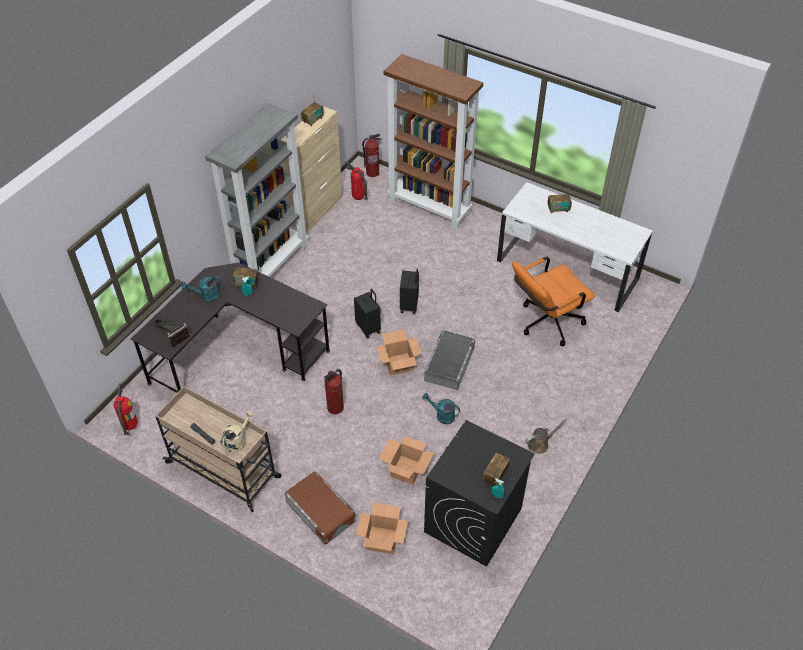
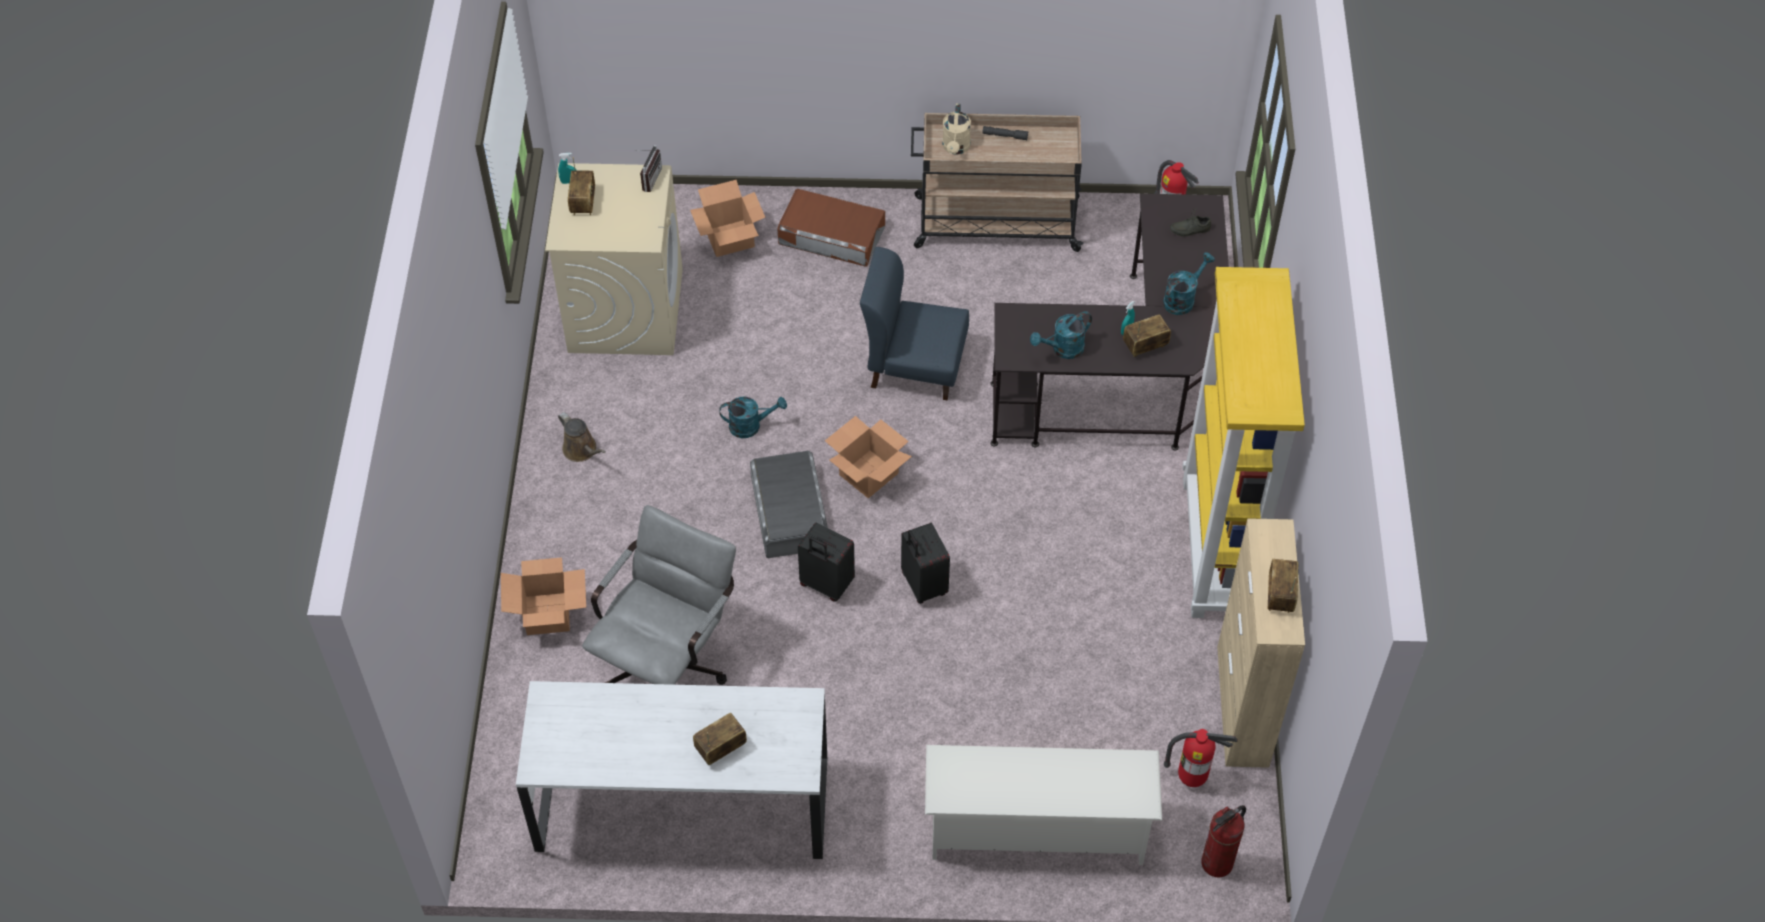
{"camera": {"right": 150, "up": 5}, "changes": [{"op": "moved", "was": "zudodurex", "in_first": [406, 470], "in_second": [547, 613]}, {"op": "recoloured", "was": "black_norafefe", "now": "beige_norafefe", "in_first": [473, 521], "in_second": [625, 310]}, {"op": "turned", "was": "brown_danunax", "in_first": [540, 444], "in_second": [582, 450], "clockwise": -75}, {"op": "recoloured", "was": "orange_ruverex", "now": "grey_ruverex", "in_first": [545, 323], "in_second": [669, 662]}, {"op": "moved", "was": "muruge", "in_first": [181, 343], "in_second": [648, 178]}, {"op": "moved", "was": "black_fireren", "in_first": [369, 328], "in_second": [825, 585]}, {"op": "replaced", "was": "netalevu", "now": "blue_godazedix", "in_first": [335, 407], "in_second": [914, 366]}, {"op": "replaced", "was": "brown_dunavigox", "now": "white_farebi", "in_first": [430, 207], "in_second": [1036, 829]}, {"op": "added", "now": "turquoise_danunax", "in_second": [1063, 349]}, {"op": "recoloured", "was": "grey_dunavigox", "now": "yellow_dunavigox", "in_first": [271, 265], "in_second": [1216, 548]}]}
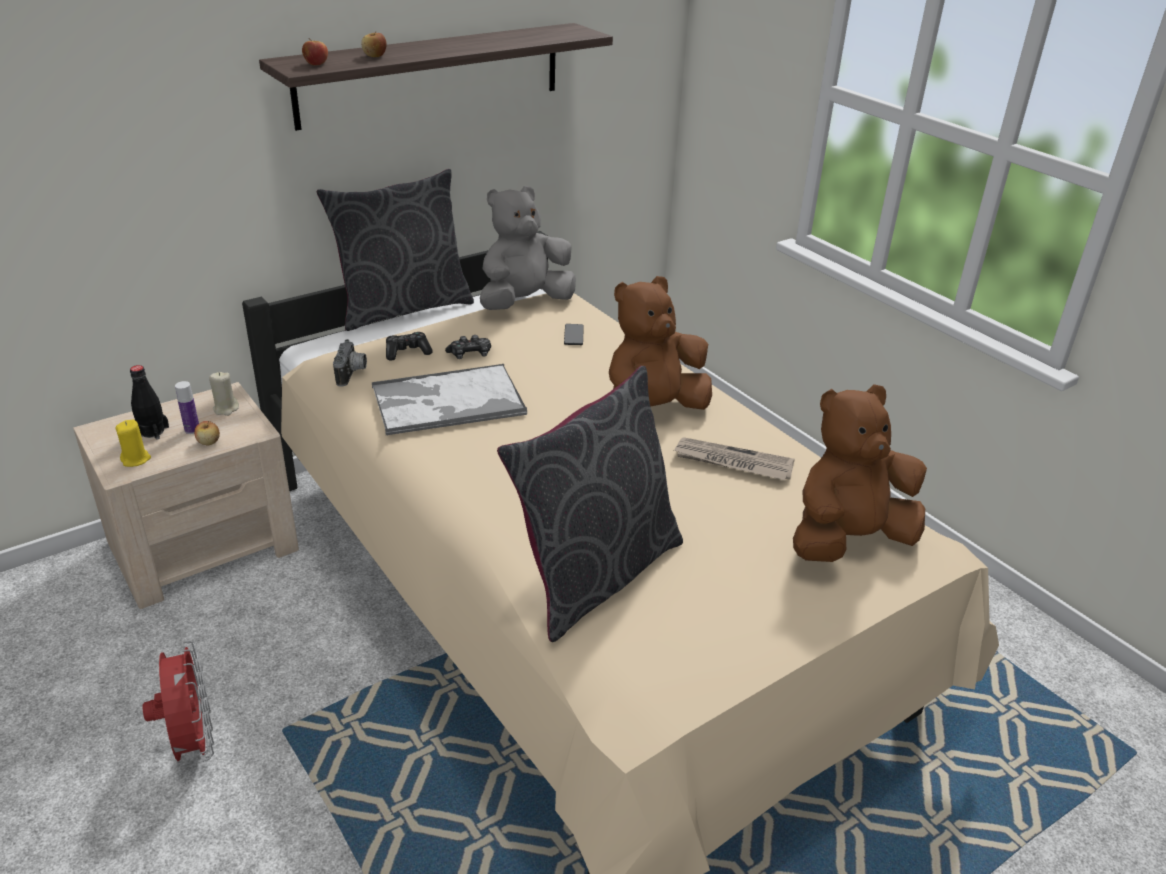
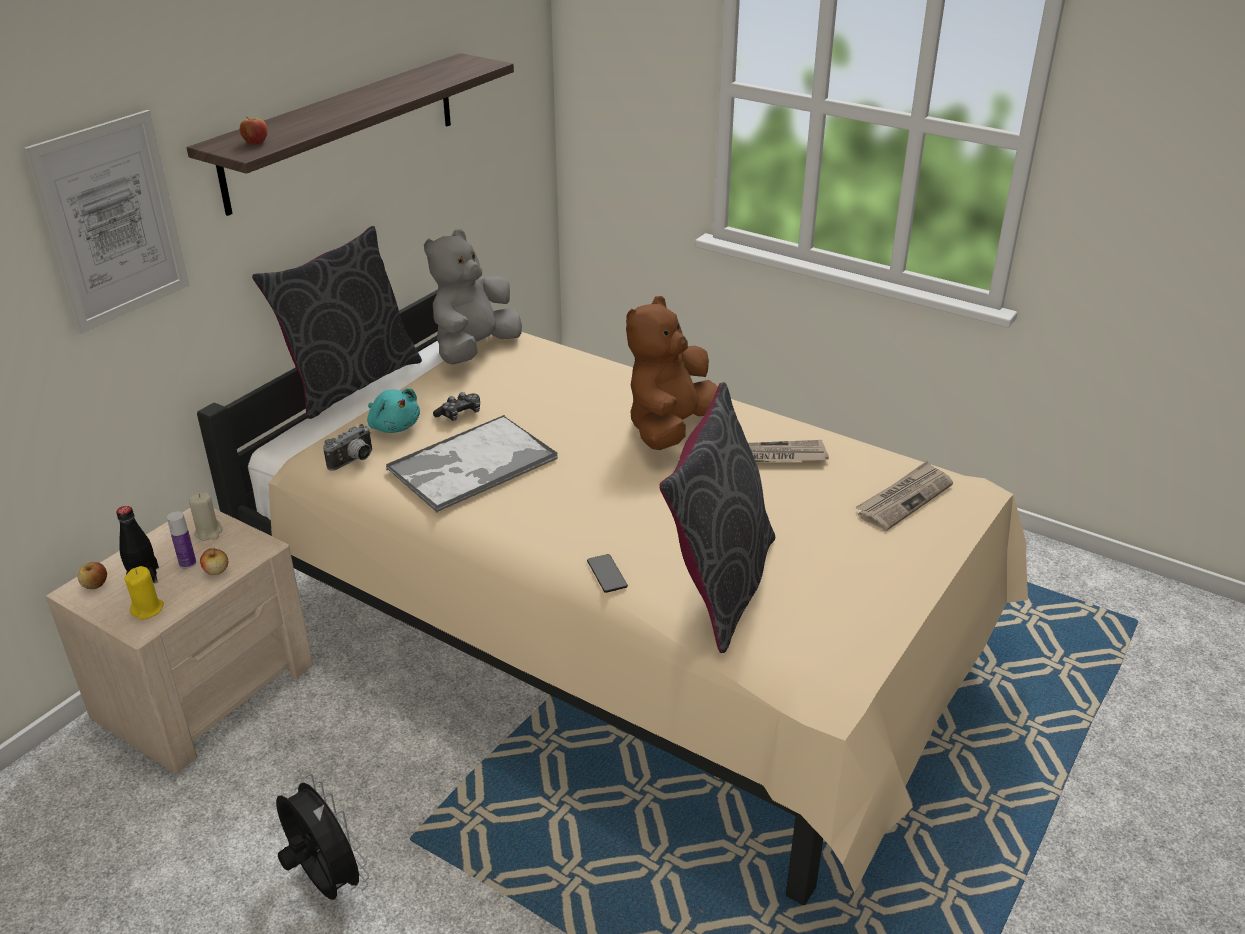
{"camera": {"right": -20, "up": 0}, "changes": [{"op": "added", "now": "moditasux", "in_second": [112, 222]}, {"op": "moved", "was": "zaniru", "in_first": [375, 56], "in_second": [95, 585]}, {"op": "recoloured", "was": "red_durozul", "now": "black_durozul", "in_first": [193, 743], "in_second": [325, 881]}, {"op": "turned", "was": "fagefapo", "in_first": [352, 374], "in_second": [354, 461], "clockwise": 60}, {"op": "replaced", "was": "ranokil", "now": "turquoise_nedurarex", "in_first": [407, 352], "in_second": [394, 426]}, {"op": "moved", "was": "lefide", "in_first": [573, 335], "in_second": [607, 574]}, {"op": "replaced", "was": "brown_nedurarex", "now": "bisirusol", "in_first": [847, 540], "in_second": [904, 498]}]}
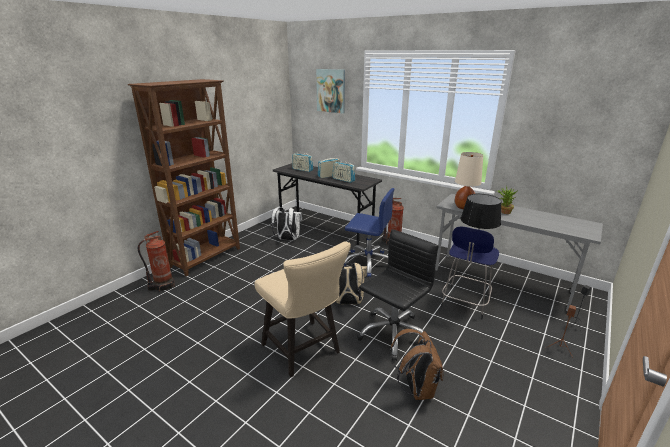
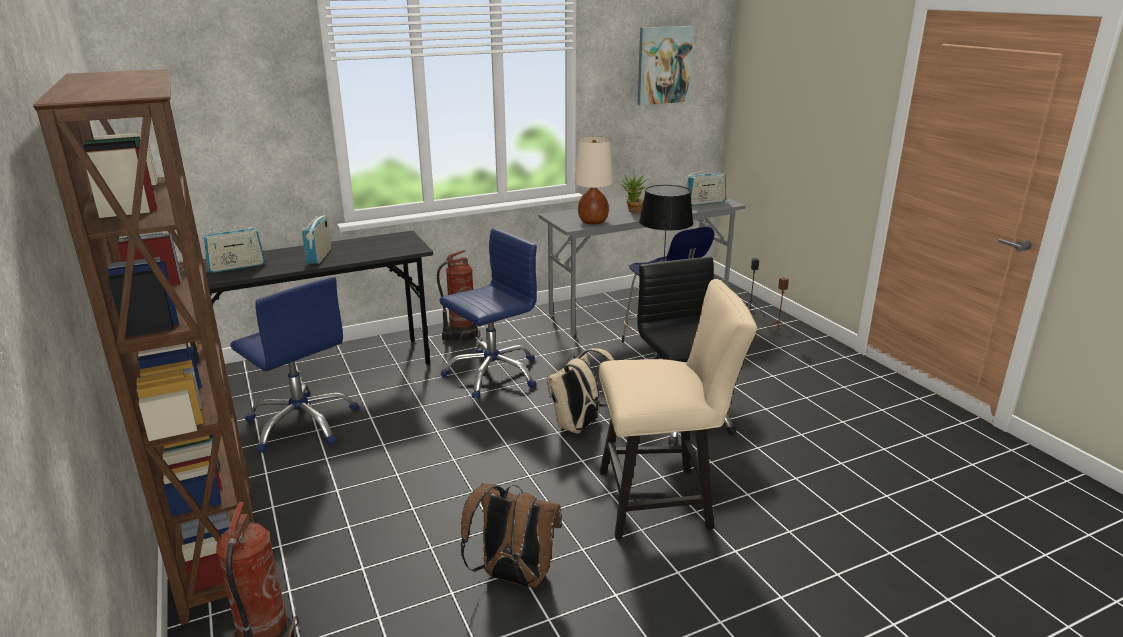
{"camera": {"right": -60, "up": 0}, "changes": [{"op": "replaced", "was": "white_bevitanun", "now": "blue_ruverex", "in_first": [287, 239], "in_second": [302, 423]}, {"op": "moved", "was": "brown_bevitanun", "in_first": [416, 388], "in_second": [513, 577]}, {"op": "moved", "was": "moditasux", "in_first": [331, 91], "in_second": [664, 65]}, {"op": "moved", "was": "muruge", "in_first": [343, 180], "in_second": [704, 202]}]}
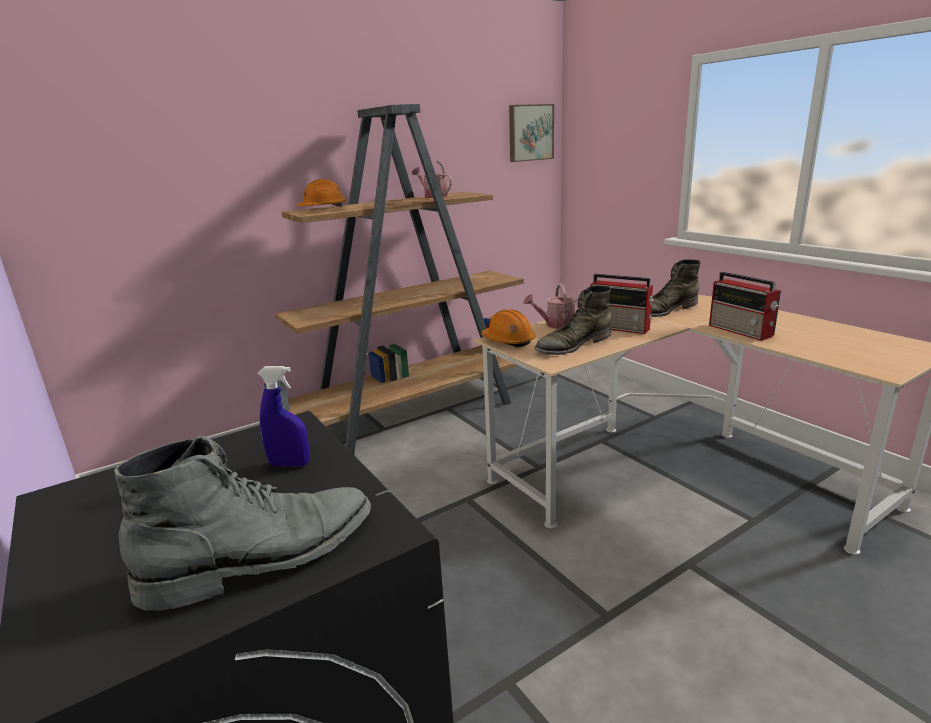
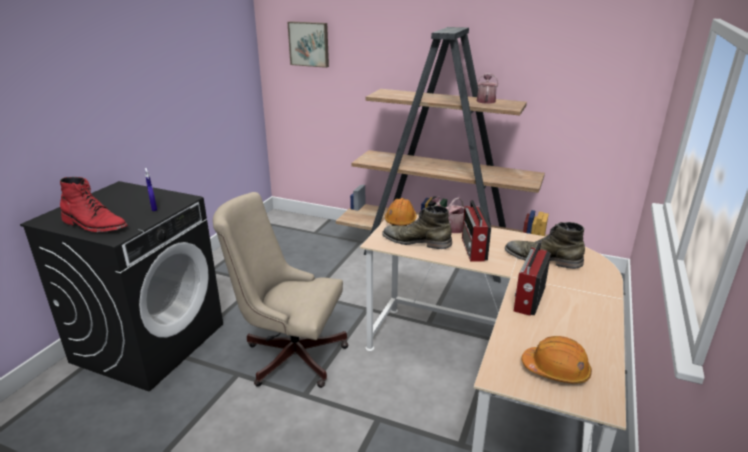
{"camera": {"right": 55, "up": 5}, "changes": [{"op": "recoloured", "was": "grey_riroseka", "now": "red_riroseka", "in_first": [265, 557], "in_second": [94, 225]}, {"op": "added", "now": "beige_ruverex", "in_second": [289, 354]}, {"op": "moved", "was": "moditasux", "in_first": [530, 133], "in_second": [309, 44]}, {"op": "moved", "was": "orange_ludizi", "in_first": [323, 208], "in_second": [556, 370]}]}
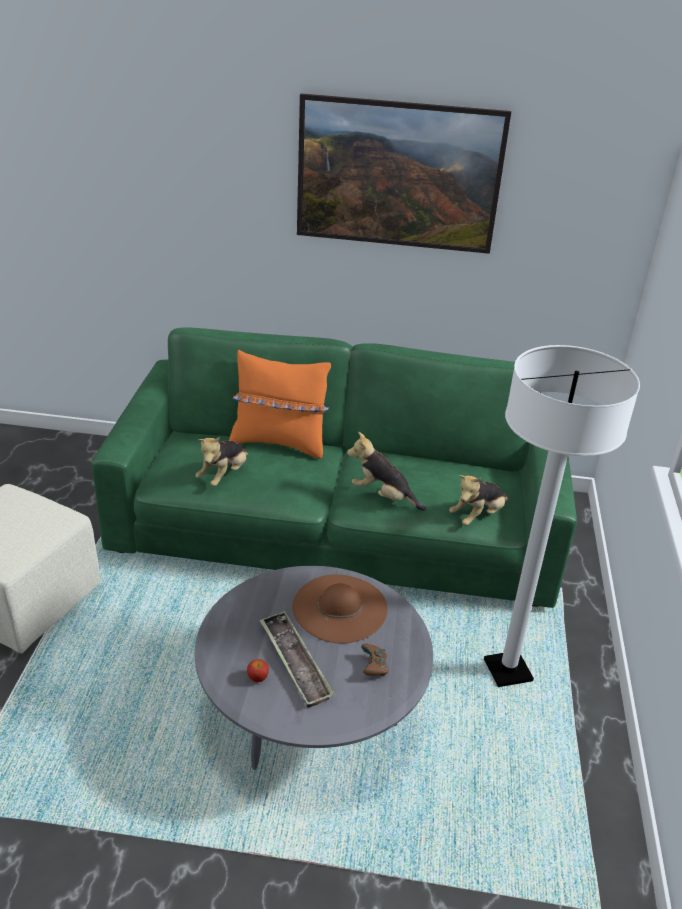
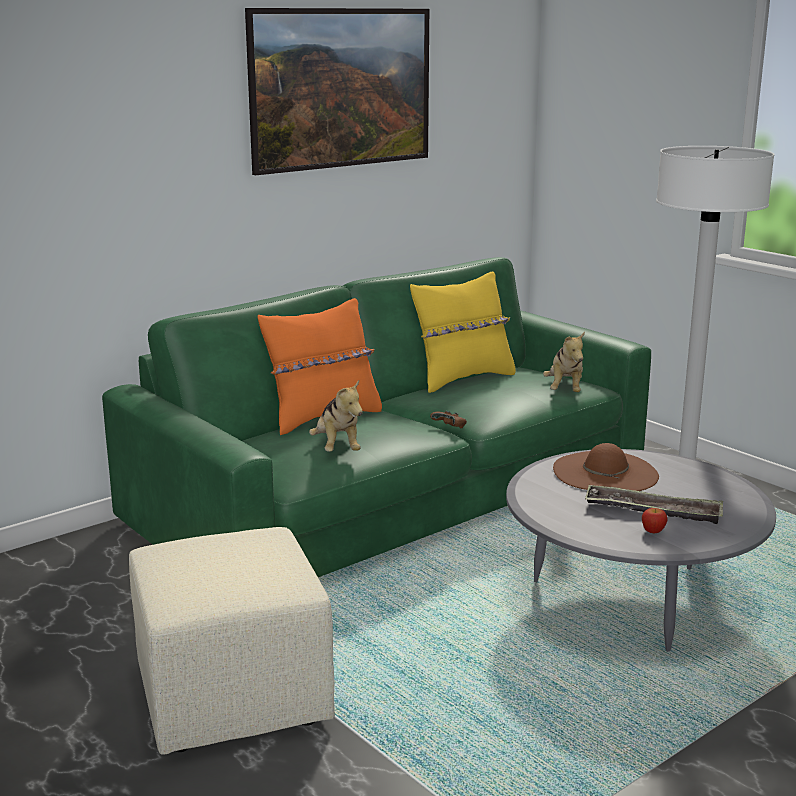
{"camera": {"right": -45, "up": -15}, "changes": [{"op": "added", "now": "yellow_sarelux", "in_second": [463, 379]}, {"op": "moved", "was": "brown_ranokil", "in_first": [374, 667], "in_second": [450, 428]}, {"op": "removed", "was": "nedurarex", "in_first": [383, 496]}]}
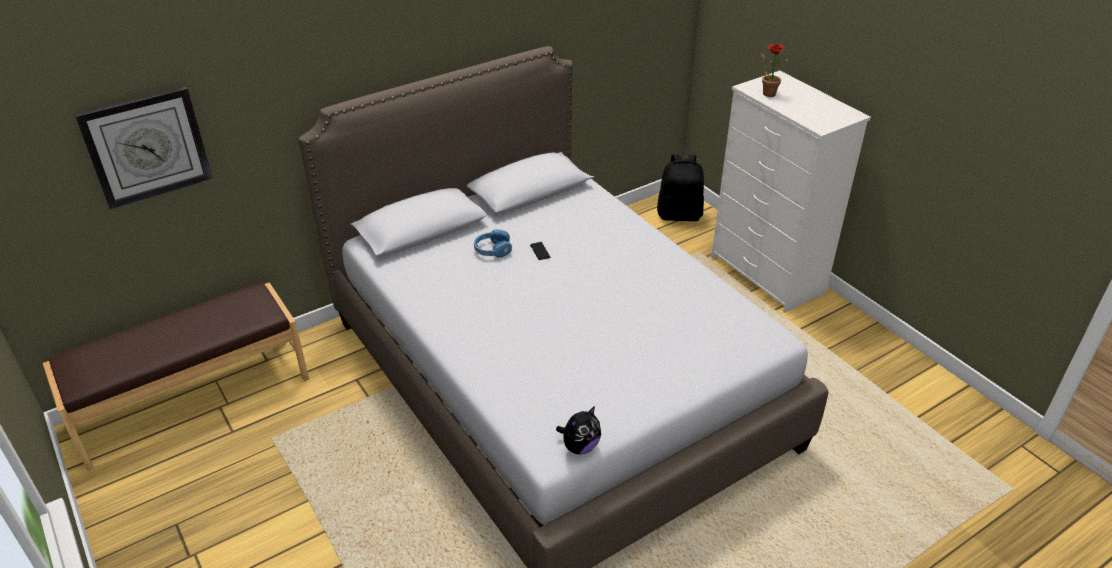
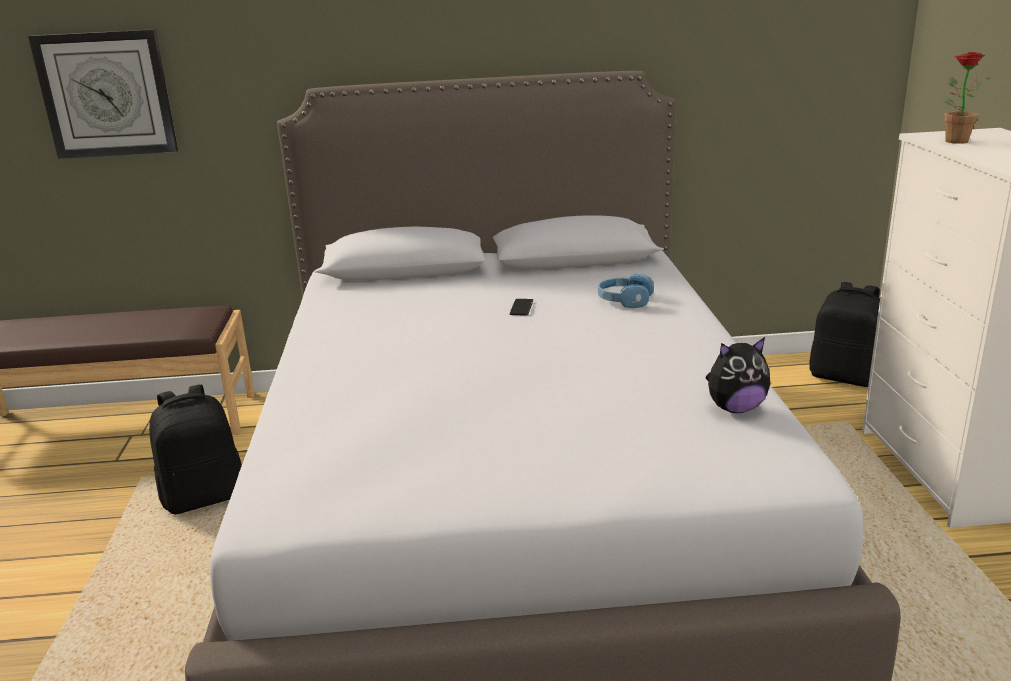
{"camera": {"right": 30, "up": -15}, "changes": [{"op": "added", "now": "black_bevitanun", "in_second": [205, 497]}, {"op": "moved", "was": "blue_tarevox", "in_first": [492, 250], "in_second": [624, 300]}, {"op": "moved", "was": "nedurarex", "in_first": [580, 446], "in_second": [735, 408]}]}
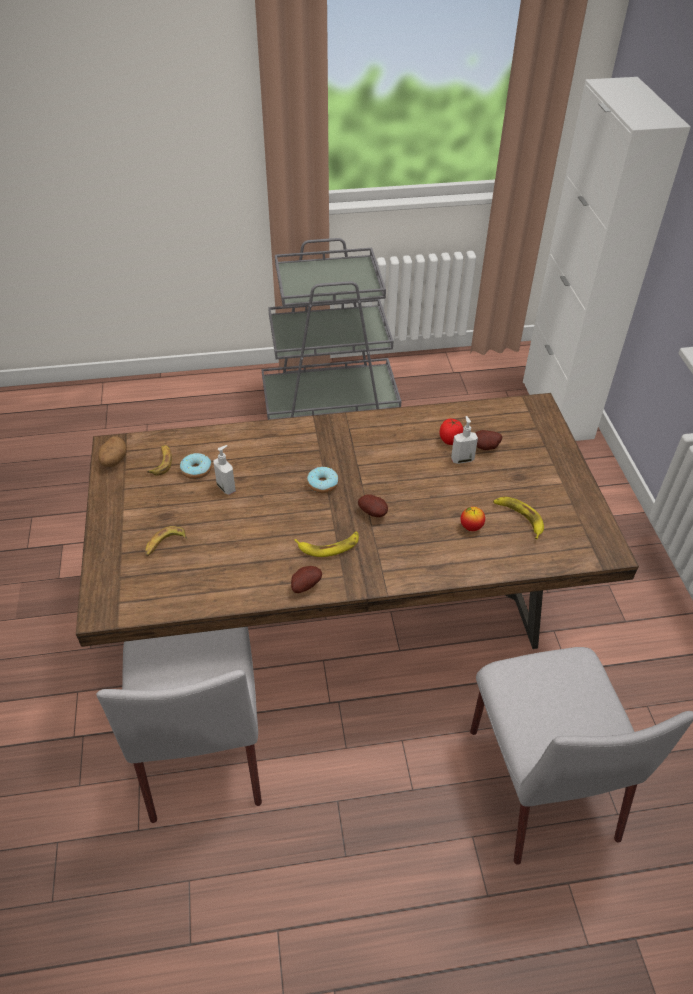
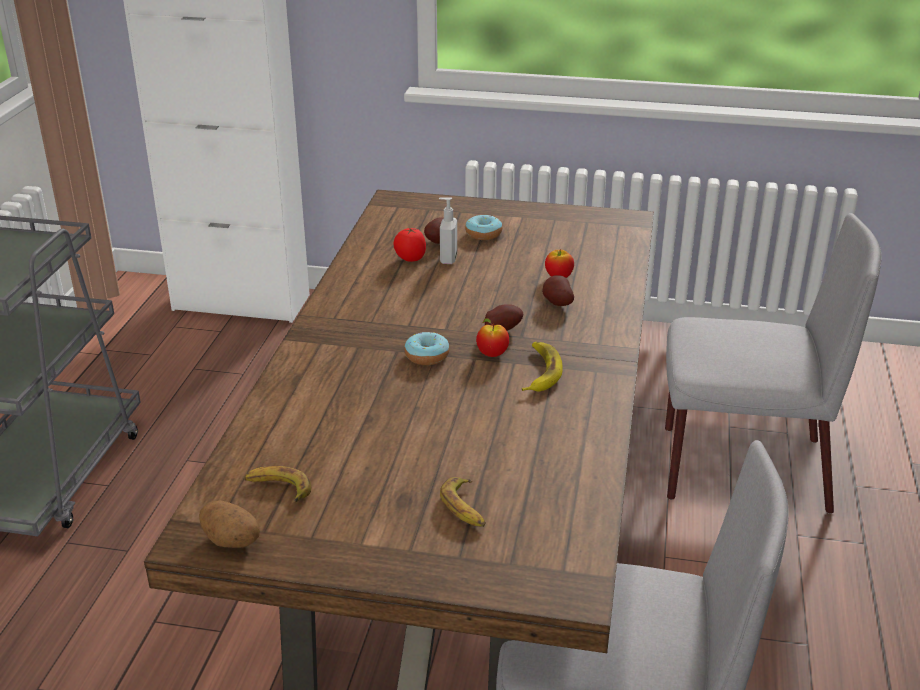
{"camera": {"right": -70, "up": -15}, "changes": [{"op": "moved", "was": "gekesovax", "in_first": [196, 470], "in_second": [483, 234]}, {"op": "added", "now": "zaniru", "in_second": [492, 354]}, {"op": "moved", "was": "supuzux", "in_first": [305, 585], "in_second": [556, 303]}, {"op": "removed", "was": "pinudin", "in_first": [226, 487]}, {"op": "removed", "was": "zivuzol", "in_first": [519, 518]}]}
